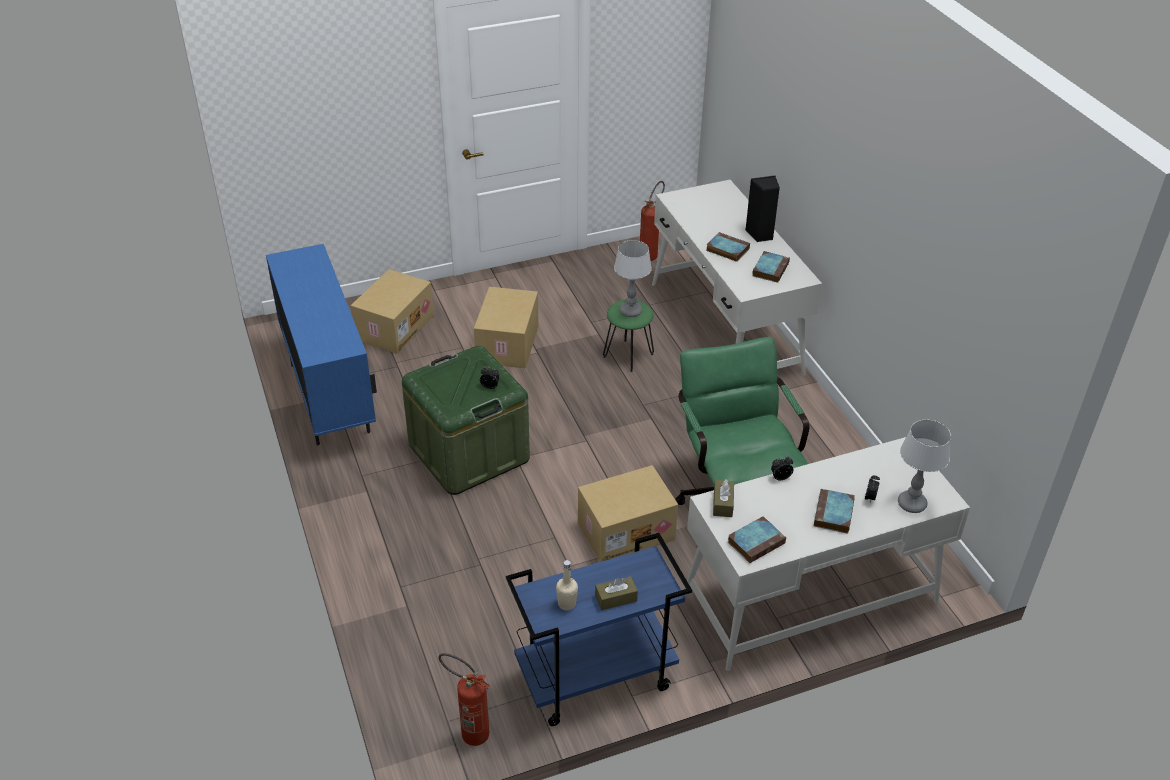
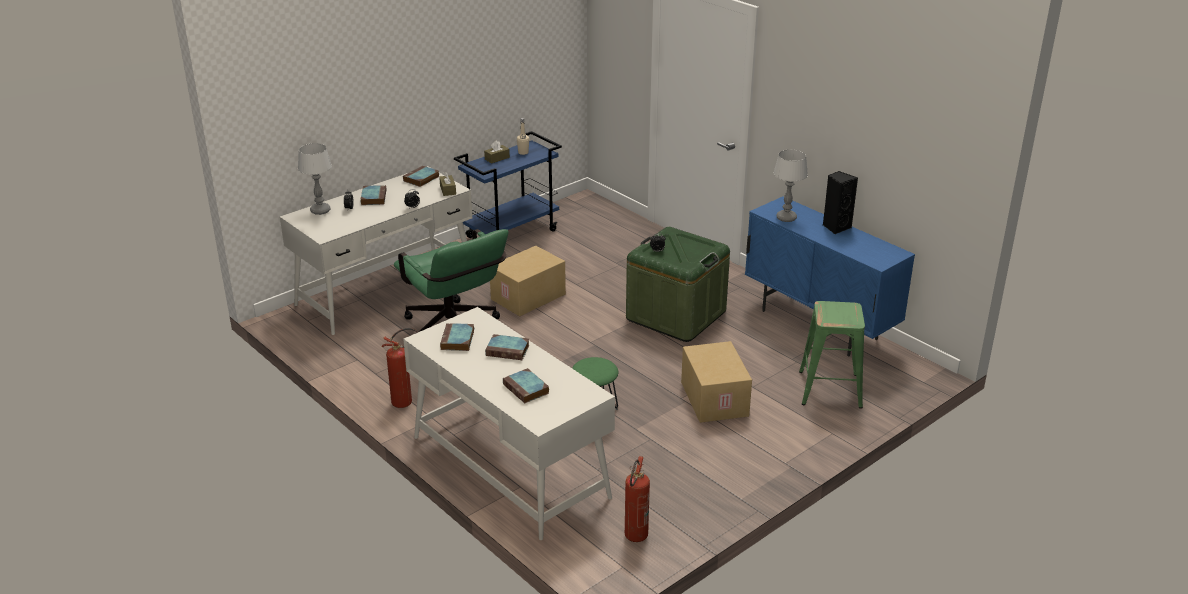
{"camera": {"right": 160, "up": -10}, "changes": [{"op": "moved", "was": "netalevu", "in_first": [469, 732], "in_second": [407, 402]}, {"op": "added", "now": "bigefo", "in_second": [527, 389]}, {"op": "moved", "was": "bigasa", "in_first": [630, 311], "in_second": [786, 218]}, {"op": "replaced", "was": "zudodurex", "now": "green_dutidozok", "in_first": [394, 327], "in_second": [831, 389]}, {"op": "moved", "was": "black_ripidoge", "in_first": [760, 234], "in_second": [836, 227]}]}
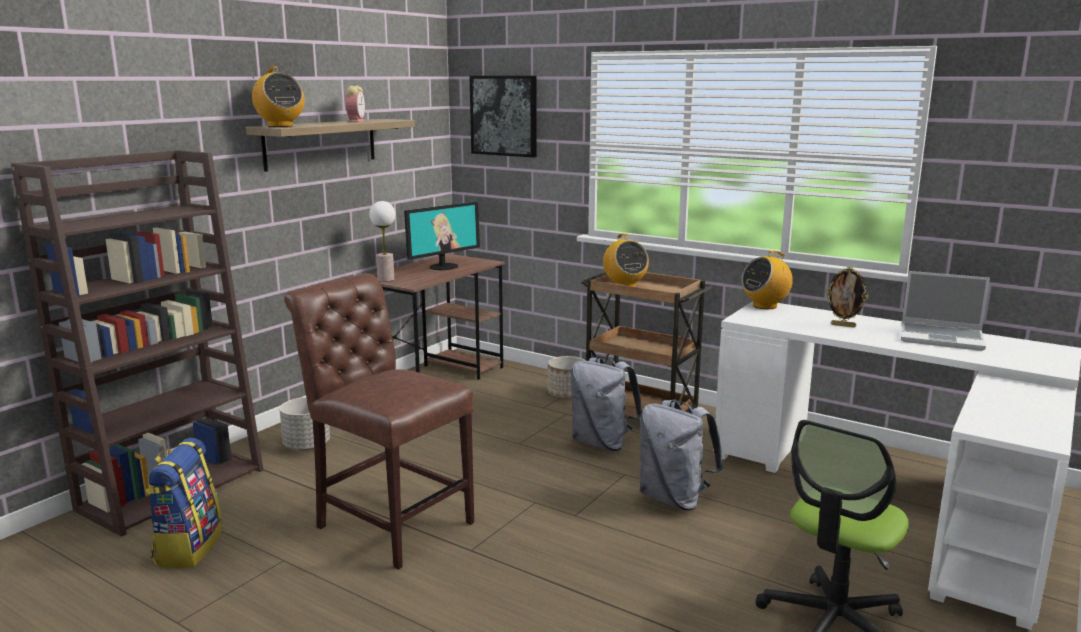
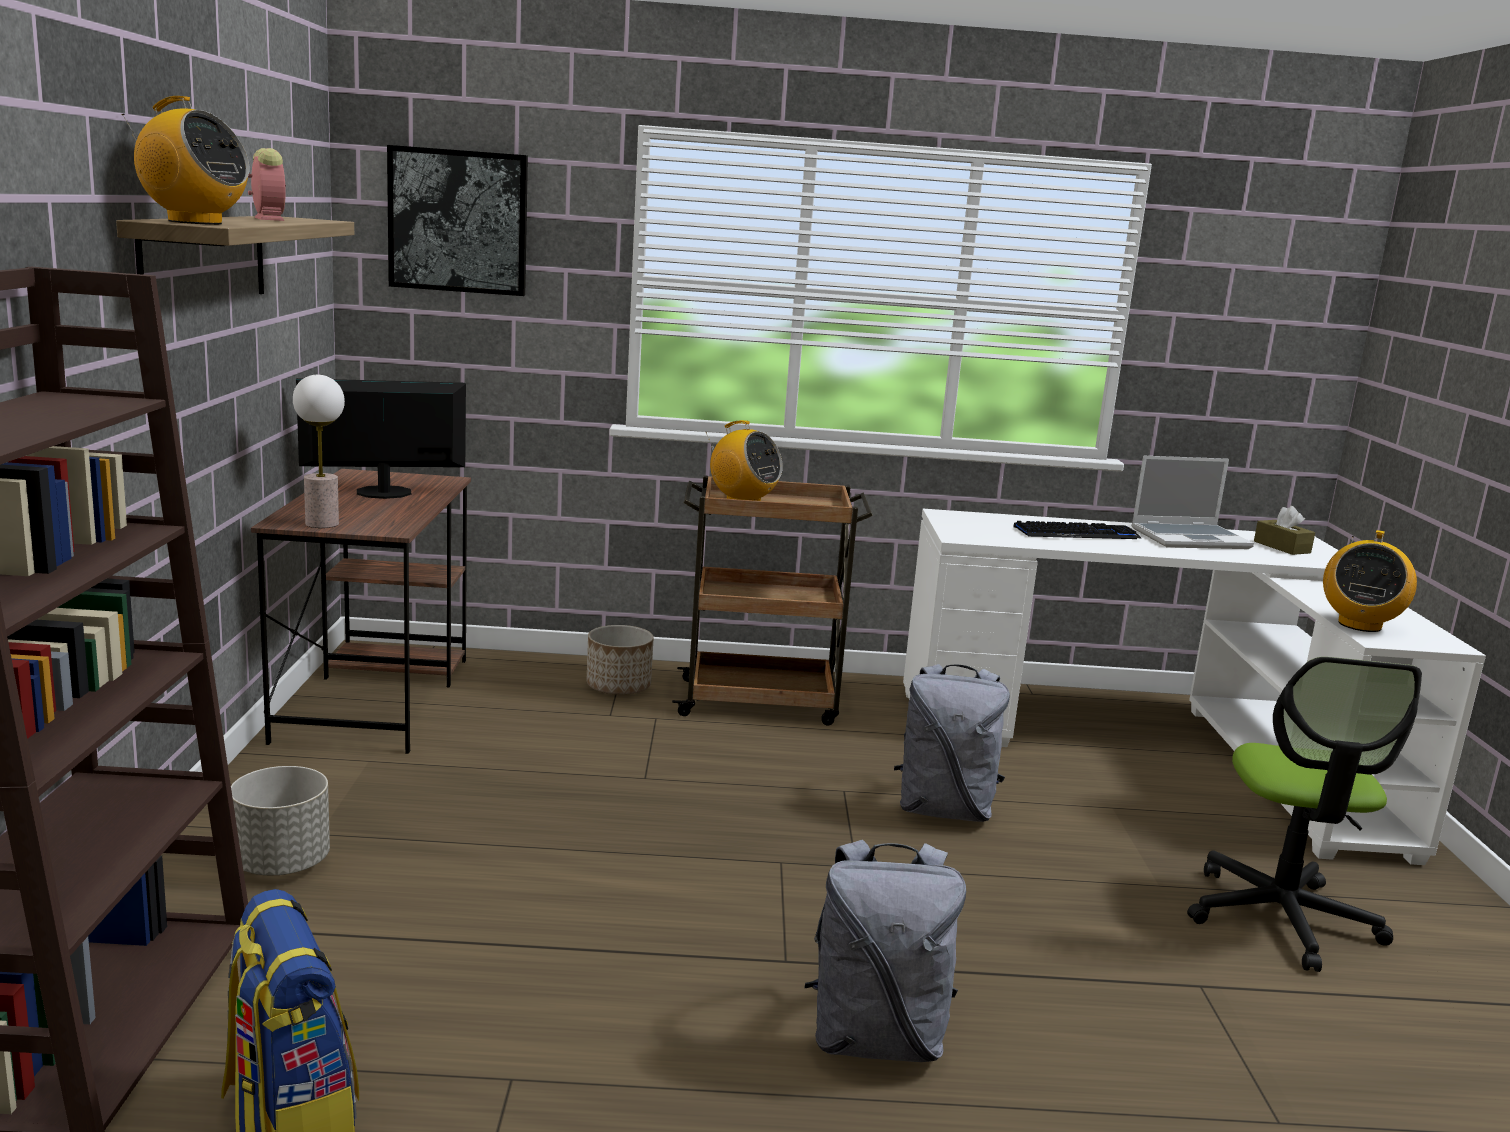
{"camera": {"right": -35, "up": 0}, "changes": [{"op": "turned", "was": "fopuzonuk", "in_first": [443, 266], "in_second": [383, 493], "clockwise": -120}, {"op": "moved", "was": "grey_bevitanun", "in_first": [602, 443], "in_second": [876, 1039]}, {"op": "replaced", "was": "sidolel", "now": "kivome", "in_first": [843, 325], "in_second": [1076, 534]}, {"op": "added", "now": "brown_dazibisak", "in_second": [1282, 547]}, {"op": "moved", "was": "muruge", "in_first": [765, 306], "in_second": [1359, 625]}, {"op": "removed", "was": "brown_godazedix", "in_first": [389, 521]}]}
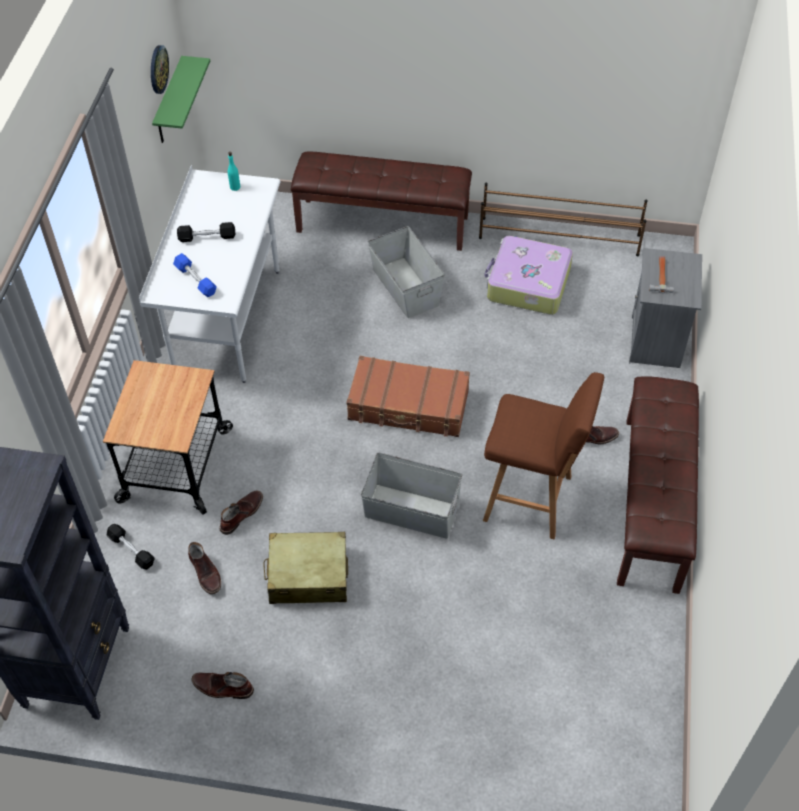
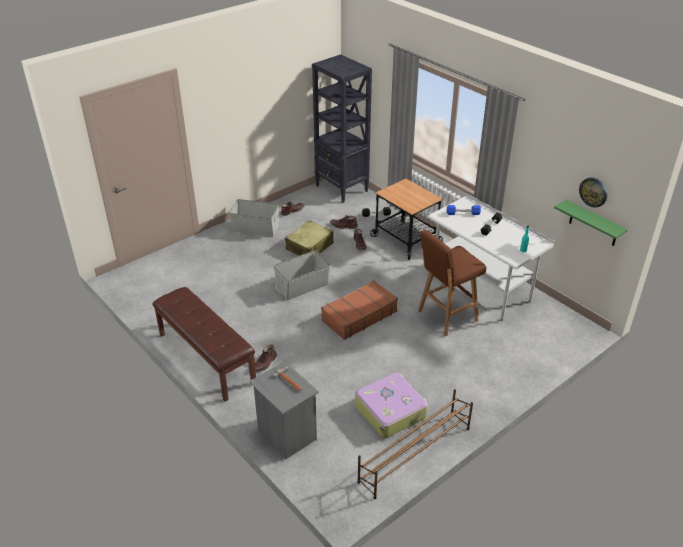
{"camera": {"right": 130, "up": -15}, "changes": [{"op": "moved", "was": "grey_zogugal", "in_first": [405, 287], "in_second": [255, 228]}, {"op": "moved", "was": "brown_dutidozok", "in_first": [531, 499], "in_second": [446, 316]}, {"op": "removed", "was": "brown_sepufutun", "in_first": [383, 223]}]}
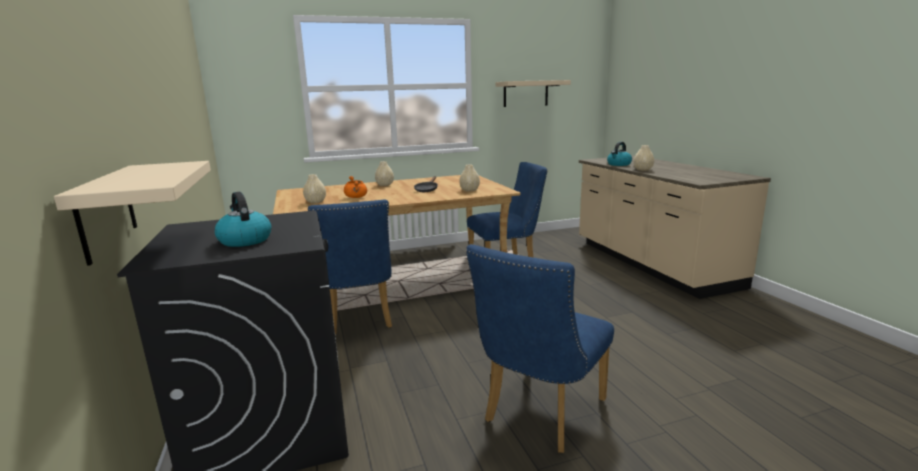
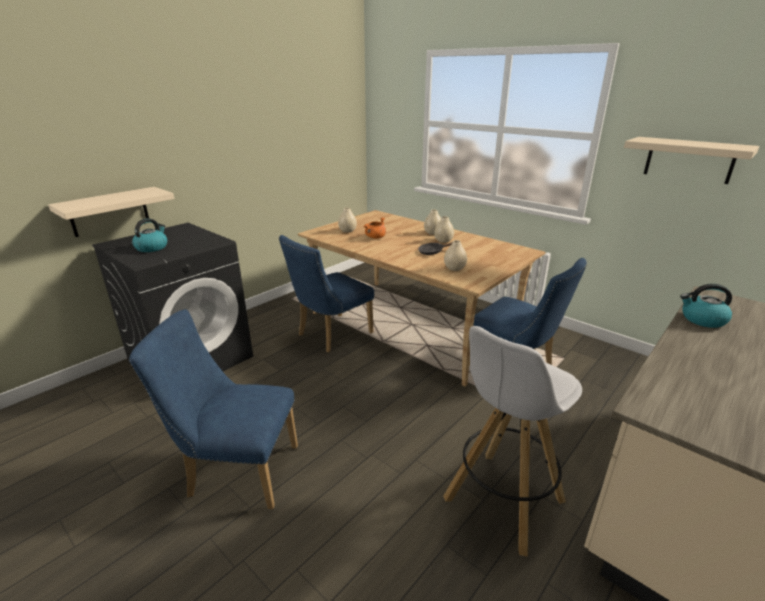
{"camera": {"right": 60, "up": 10}, "changes": [{"op": "moved", "was": "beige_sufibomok", "in_first": [643, 170], "in_second": [443, 241]}, {"op": "added", "now": "white_dutidozok", "in_second": [502, 501]}]}
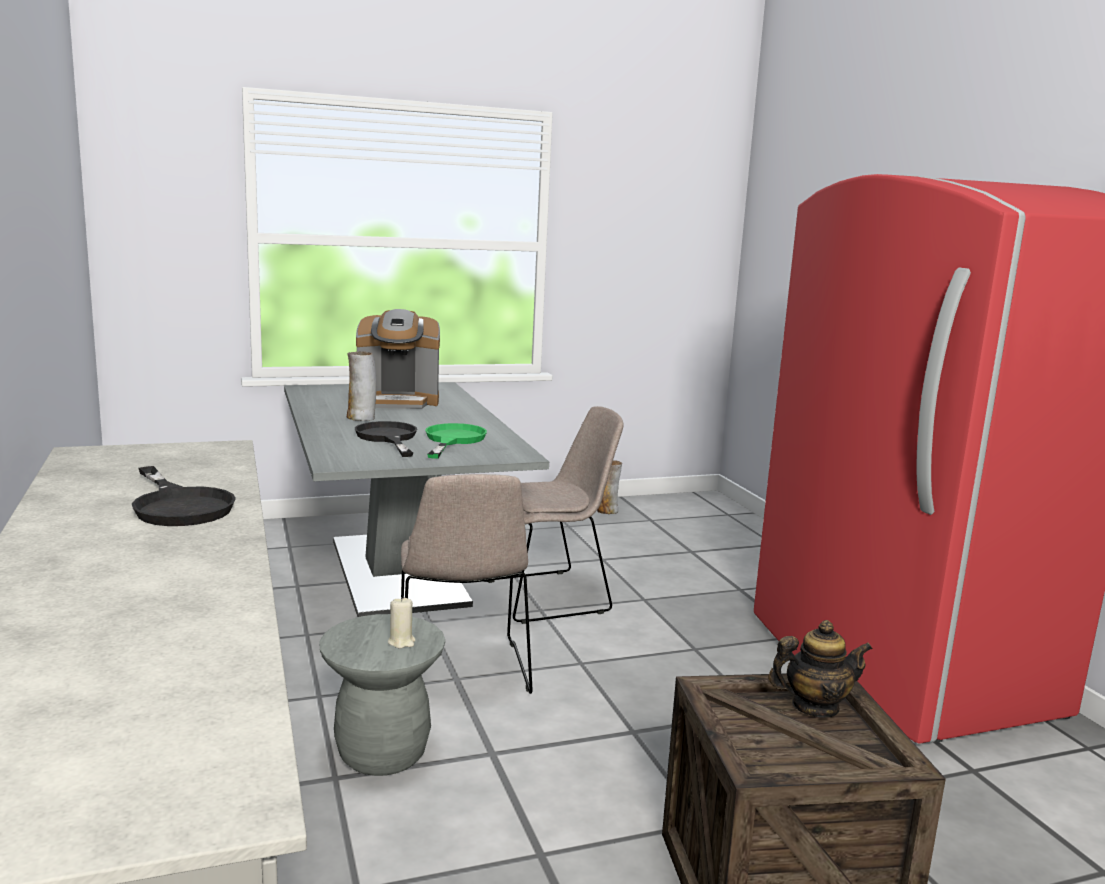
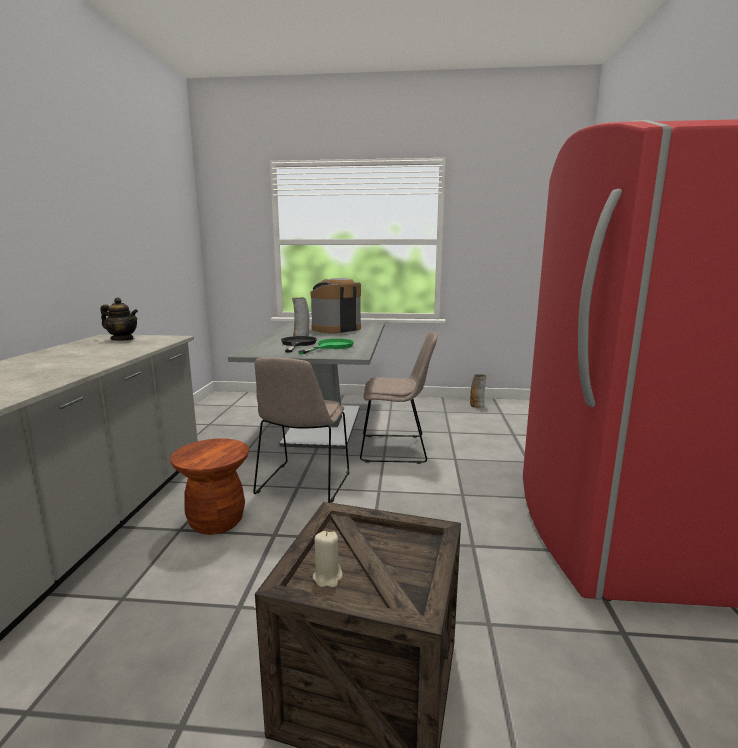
{"camera": {"right": 25, "up": 0}, "changes": [{"op": "moved", "was": "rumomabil", "in_first": [814, 707], "in_second": [122, 339]}, {"op": "recoloured", "was": "grey_dutidozok", "now": "brown_dutidozok", "in_first": [382, 754], "in_second": [216, 521]}, {"op": "turned", "was": "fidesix", "in_first": [398, 401], "in_second": [335, 329], "clockwise": 120}, {"op": "moved", "was": "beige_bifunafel", "in_first": [401, 642], "in_second": [328, 577]}, {"op": "removed", "was": "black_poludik", "in_first": [179, 505]}]}
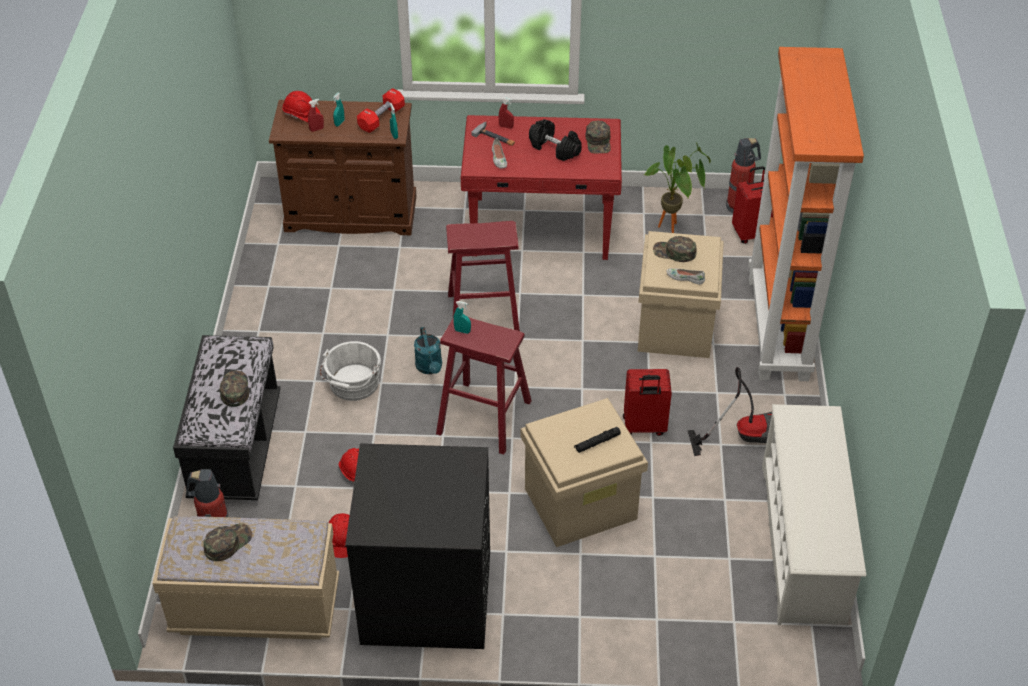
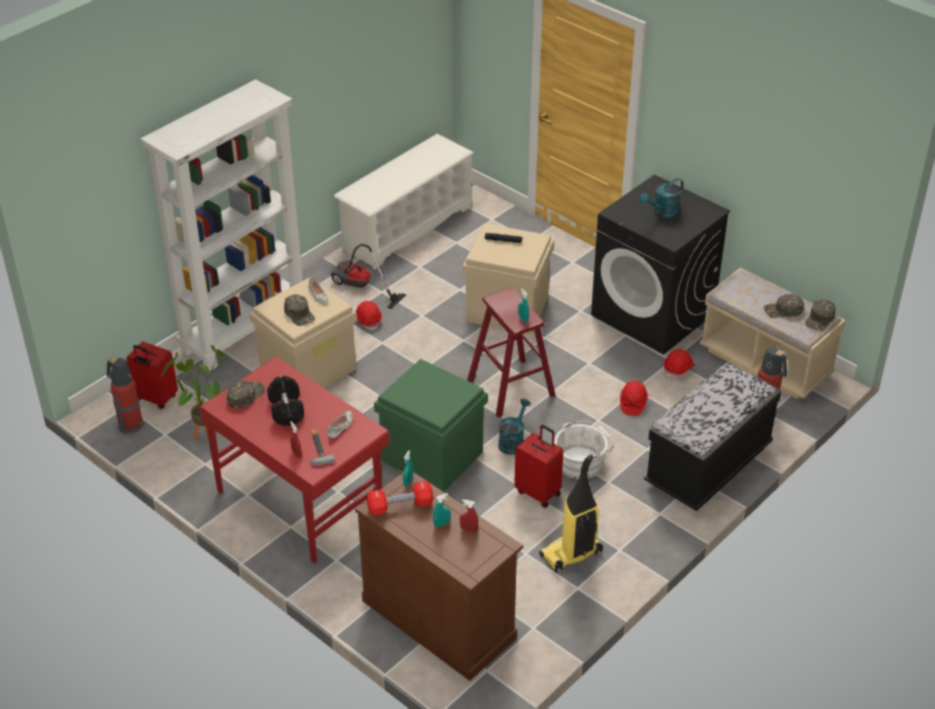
{"camera": {"right": -140, "up": -5}, "changes": [{"op": "recoloured", "was": "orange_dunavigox", "now": "white_dunavigox", "in_first": [779, 328], "in_second": [244, 329]}, {"op": "moved", "was": "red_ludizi", "in_first": [301, 115], "in_second": [368, 320]}, {"op": "replaced", "was": "red_dutidozok", "now": "green_zogugal", "in_first": [483, 316], "in_second": [431, 456]}, {"op": "moved", "was": "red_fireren", "in_first": [644, 427], "in_second": [538, 492]}, {"op": "added", "now": "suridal", "in_second": [571, 555]}, {"op": "added", "now": "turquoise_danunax", "in_second": [662, 213]}, {"op": "moved", "was": "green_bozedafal", "in_first": [234, 389], "in_second": [820, 319]}]}
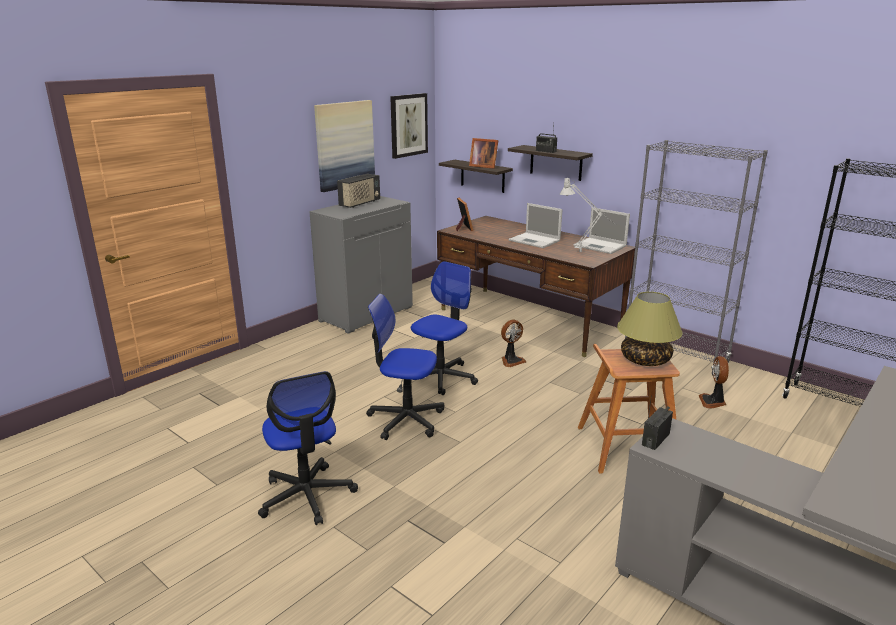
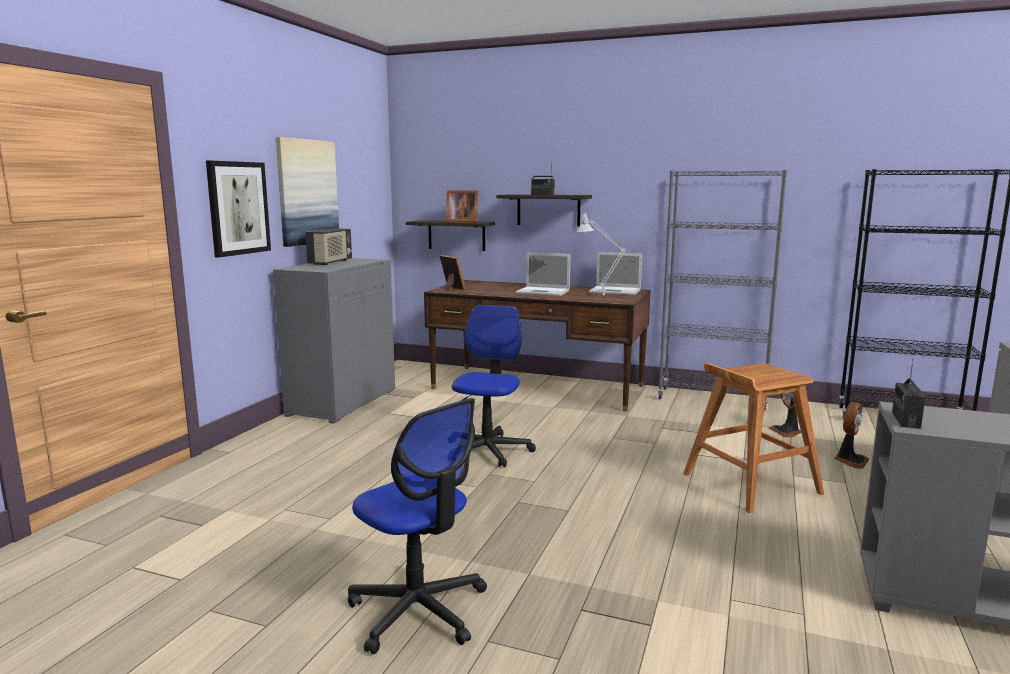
{"camera": {"right": -20, "up": -10}, "changes": [{"op": "moved", "was": "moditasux", "in_first": [408, 125], "in_second": [238, 208]}, {"op": "moved", "was": "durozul", "in_first": [511, 361], "in_second": [850, 460]}, {"op": "removed", "was": "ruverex", "in_first": [405, 419]}, {"op": "removed", "was": "bigasa", "in_first": [645, 360]}]}
